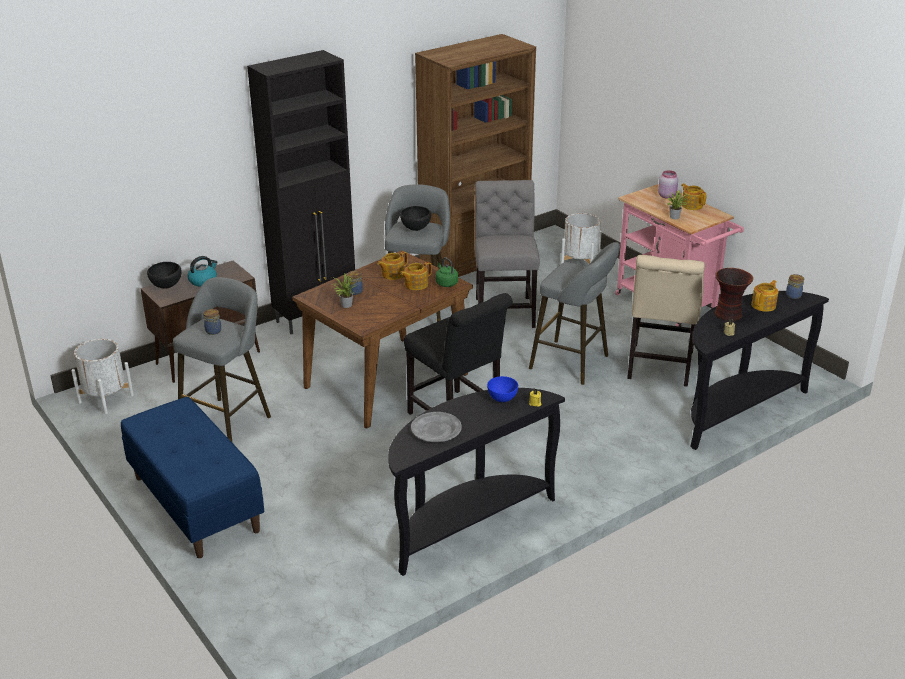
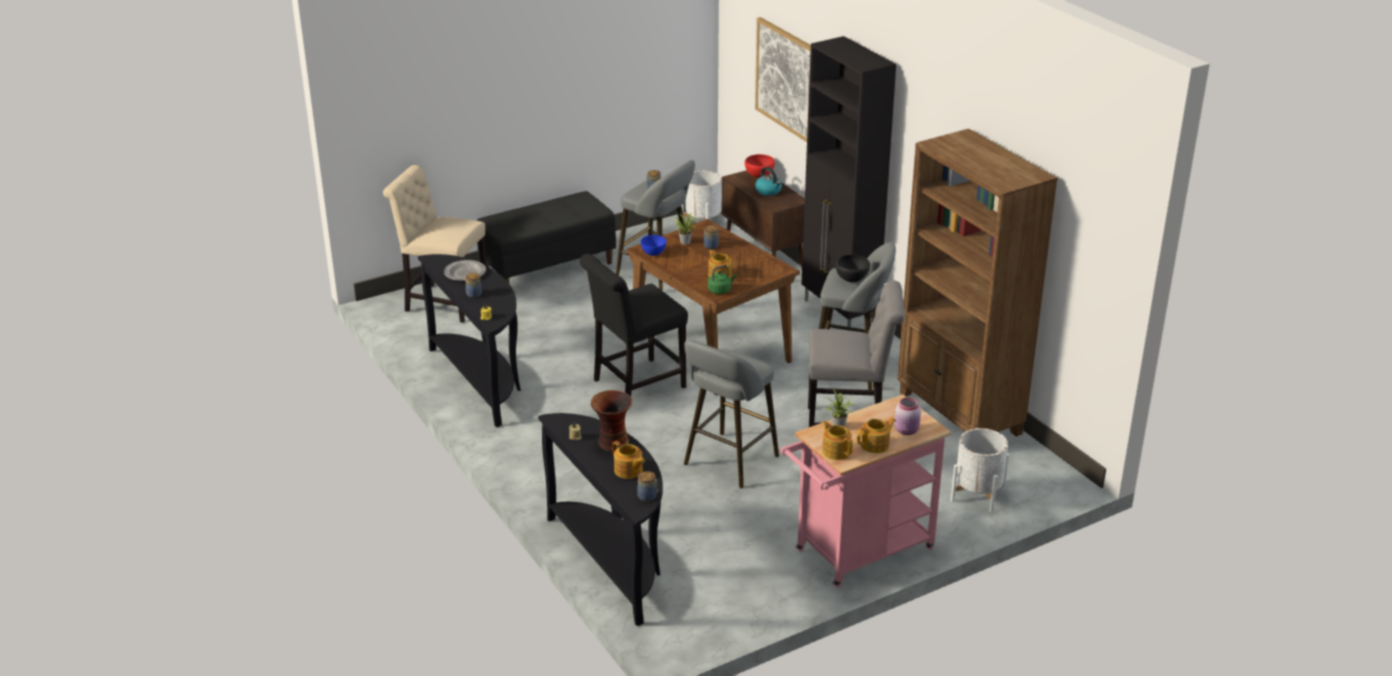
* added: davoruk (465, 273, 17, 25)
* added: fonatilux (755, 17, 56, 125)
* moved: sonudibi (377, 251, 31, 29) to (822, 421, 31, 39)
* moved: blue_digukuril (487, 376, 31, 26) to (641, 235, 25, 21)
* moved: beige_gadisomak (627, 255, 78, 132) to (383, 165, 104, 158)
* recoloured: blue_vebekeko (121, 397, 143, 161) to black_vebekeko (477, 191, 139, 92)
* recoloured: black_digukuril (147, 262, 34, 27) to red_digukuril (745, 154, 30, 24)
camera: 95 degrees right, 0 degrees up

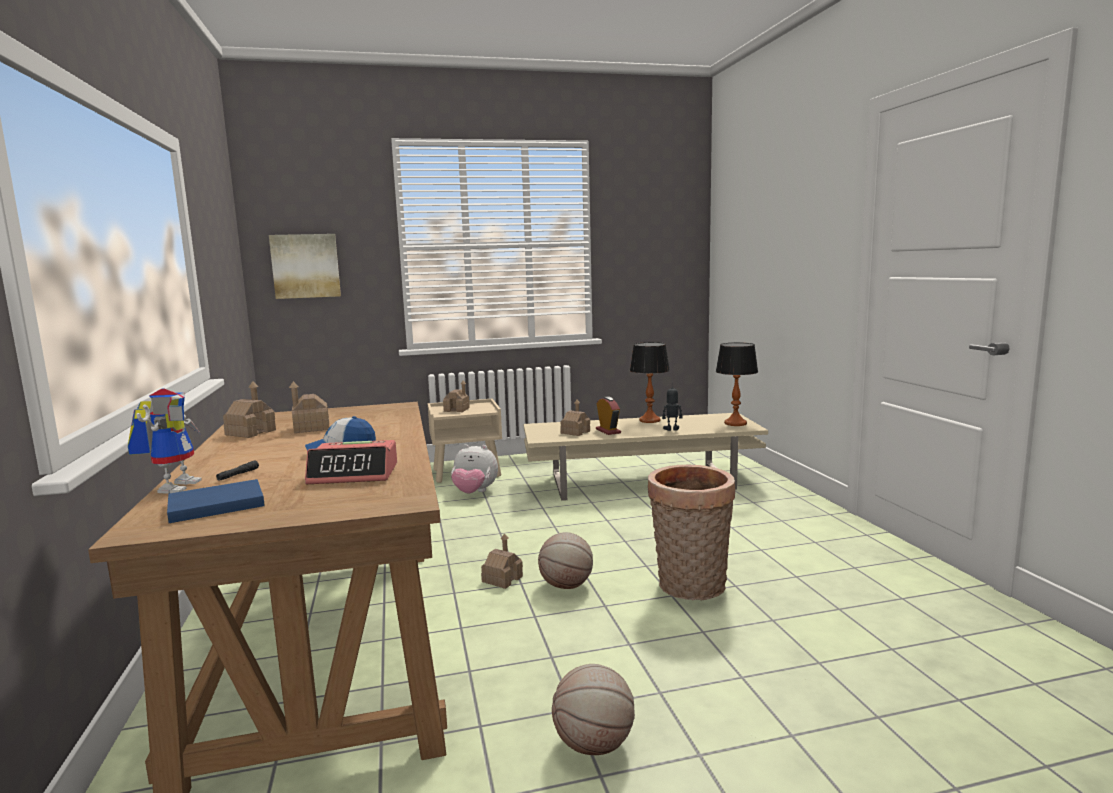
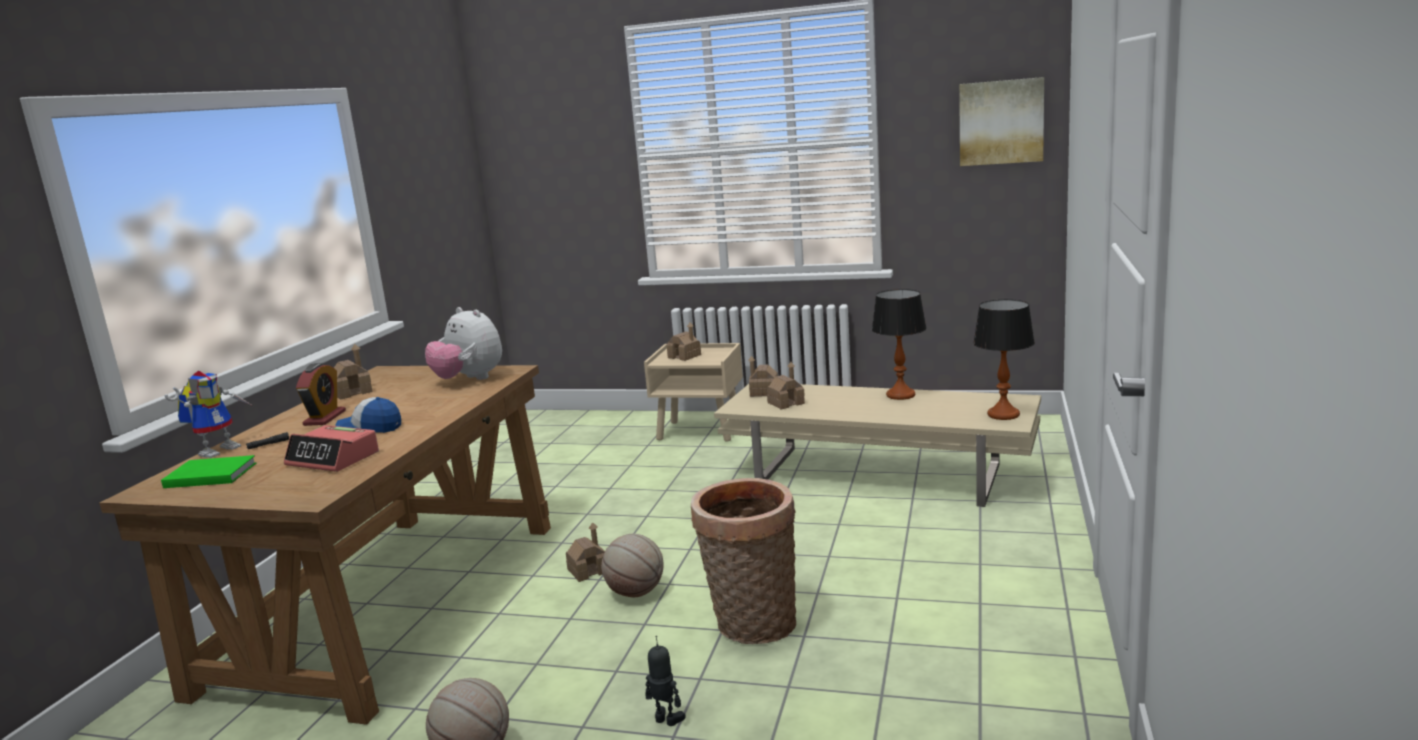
* moved: fonatilux (269, 234, 72, 65) to (959, 77, 85, 89)
* moved: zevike (289, 381, 40, 52) to (748, 356, 30, 41)
* moved: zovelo (451, 444, 47, 50) to (425, 307, 77, 73)
* moved: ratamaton (596, 397, 25, 38) to (296, 363, 50, 63)
* moved: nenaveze (662, 382, 21, 49) to (646, 636, 39, 90)
* recoloured: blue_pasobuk (167, 479, 98, 44) to green_pasobuk (161, 455, 95, 33)
camera: 30 degrees right, 5 degrees up

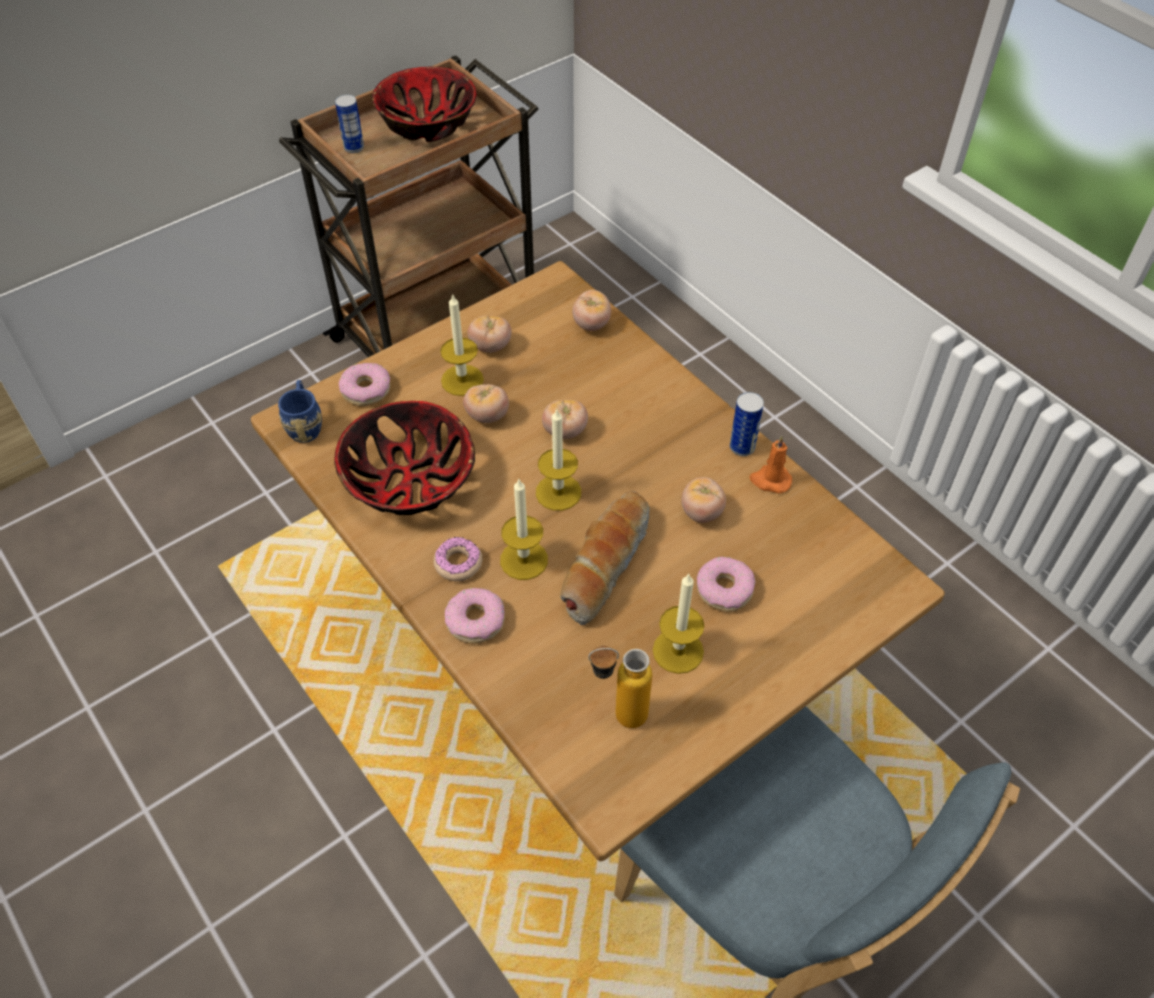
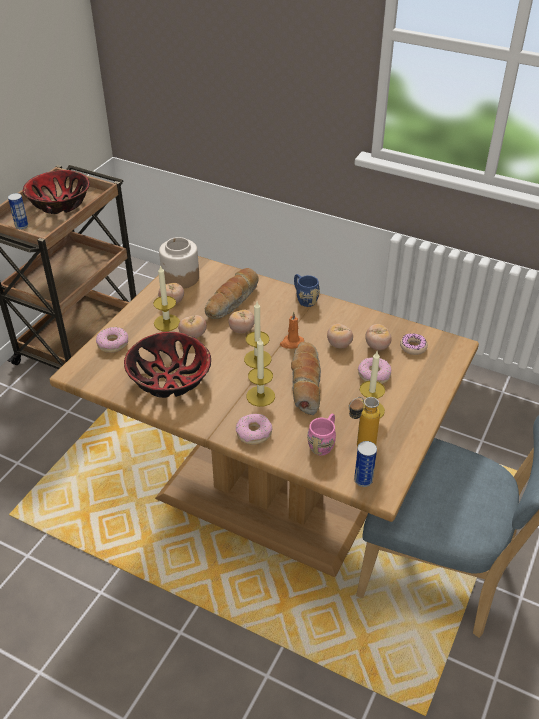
* added: davoruk (159, 237, 40, 52)
* added: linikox (205, 268, 54, 51)
* added: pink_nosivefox (307, 414, 29, 41)
* moved: blue_nosivefox (278, 380, 44, 63) to (294, 274, 26, 33)
* moved: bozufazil (434, 537, 48, 44) to (400, 333, 28, 22)
* moved: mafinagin (572, 290, 39, 41) to (365, 324, 27, 27)
* moved: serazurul (730, 392, 34, 64) to (354, 441, 23, 46)
* moved: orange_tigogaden (750, 436, 42, 58) to (280, 312, 24, 37)
camera: 25 degrees left, 10 degrees down

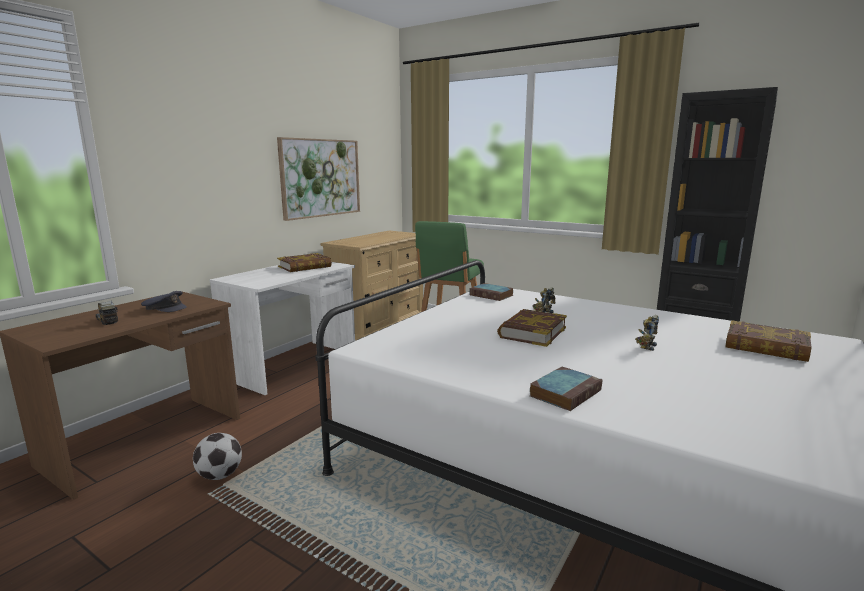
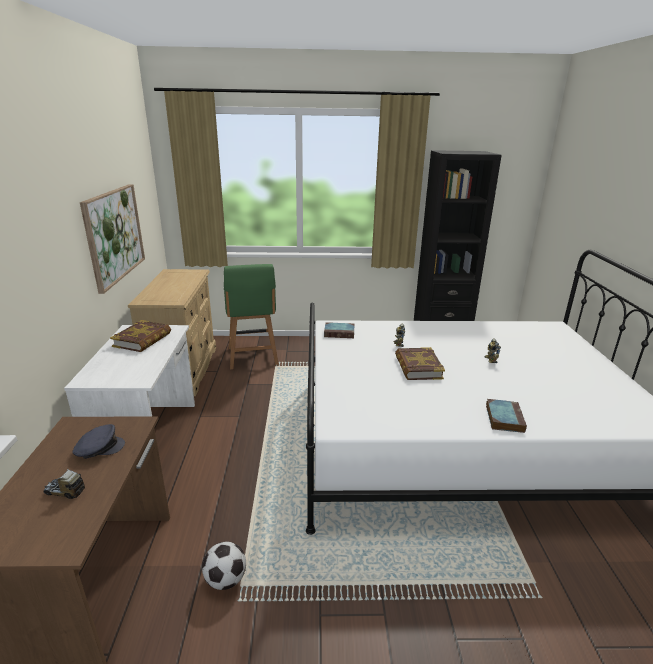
* removed: pasobuk (725, 320, 87, 42)
camera: 35 degrees left, 10 degrees up

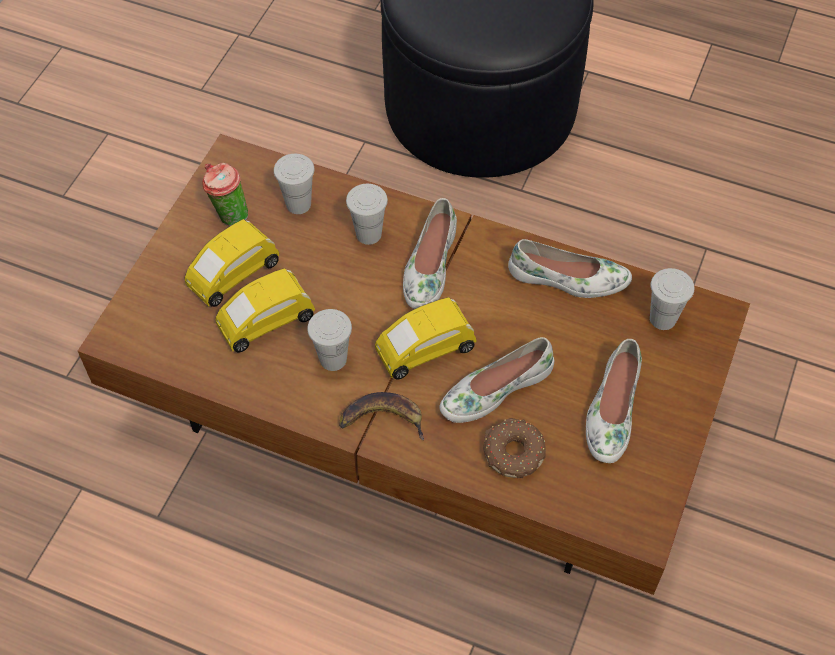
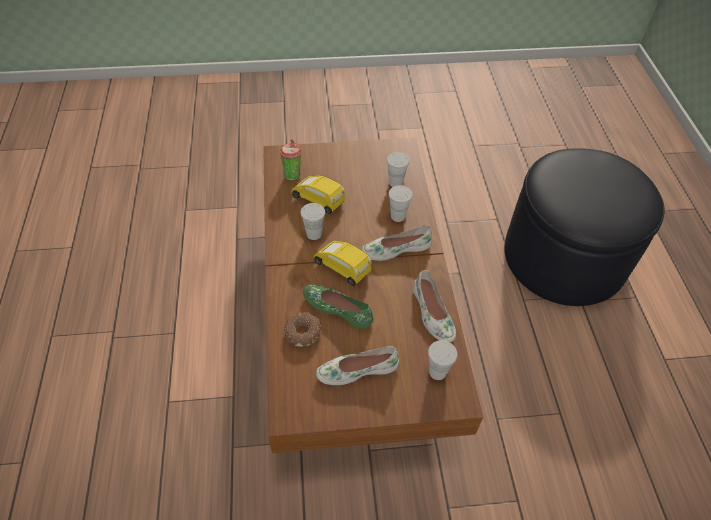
* removed: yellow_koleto (185, 219, 94, 88)
* removed: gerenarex (339, 392, 85, 48)
* moved: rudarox (202, 163, 46, 63) to (280, 140, 21, 40)
* recoloured: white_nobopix (439, 337, 115, 86) to green_nobopix (303, 285, 70, 44)
camera: 60 degrees right, 5 degrees down

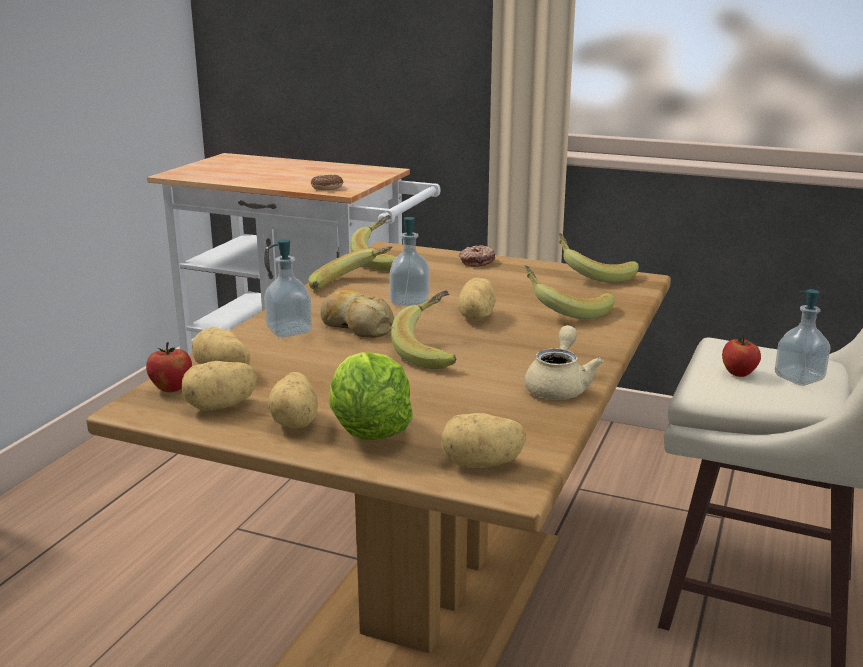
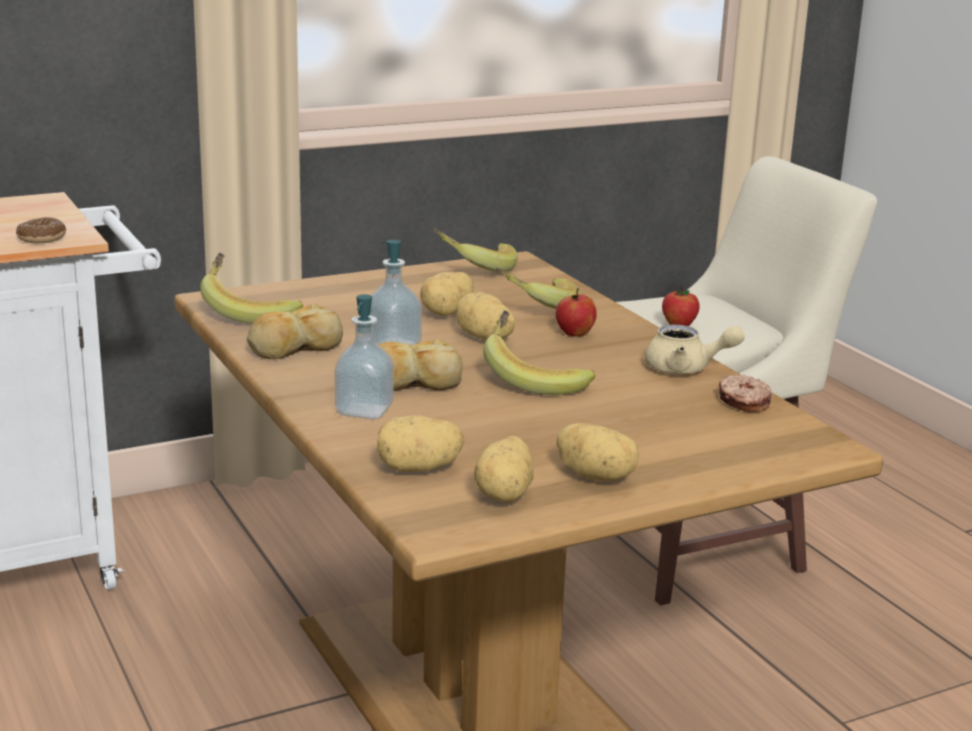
* removed: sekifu (329, 352, 84, 88)
* removed: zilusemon (775, 289, 56, 97)
* moved: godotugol (146, 342, 46, 50) to (556, 288, 40, 49)
* moved: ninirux (441, 413, 85, 55) to (420, 272, 54, 44)
* moved: bozufazil (459, 245, 36, 22) to (719, 375, 53, 37)
* replaced: gerenarex (308, 246, 84, 43) to linikox (246, 304, 97, 55)
* turned: beige_sonudibi (524, 325, 80, 74) = (645, 324, 100, 50) 135 degrees clockwise
camera: 50 degrees left, 0 degrees up

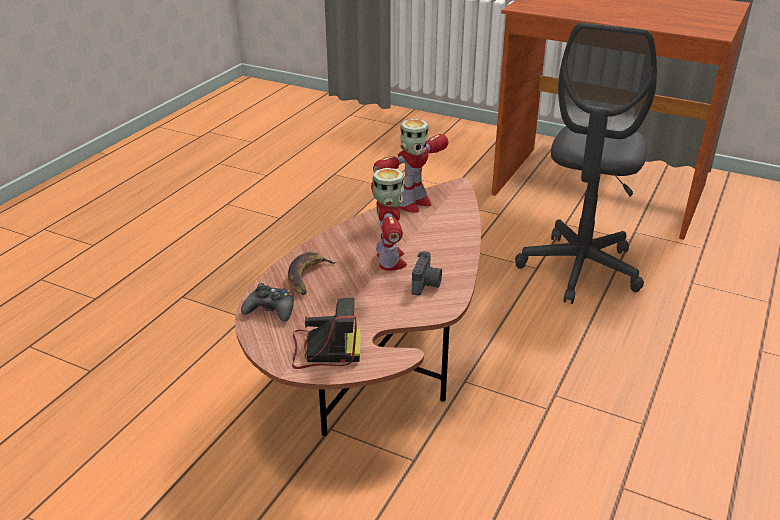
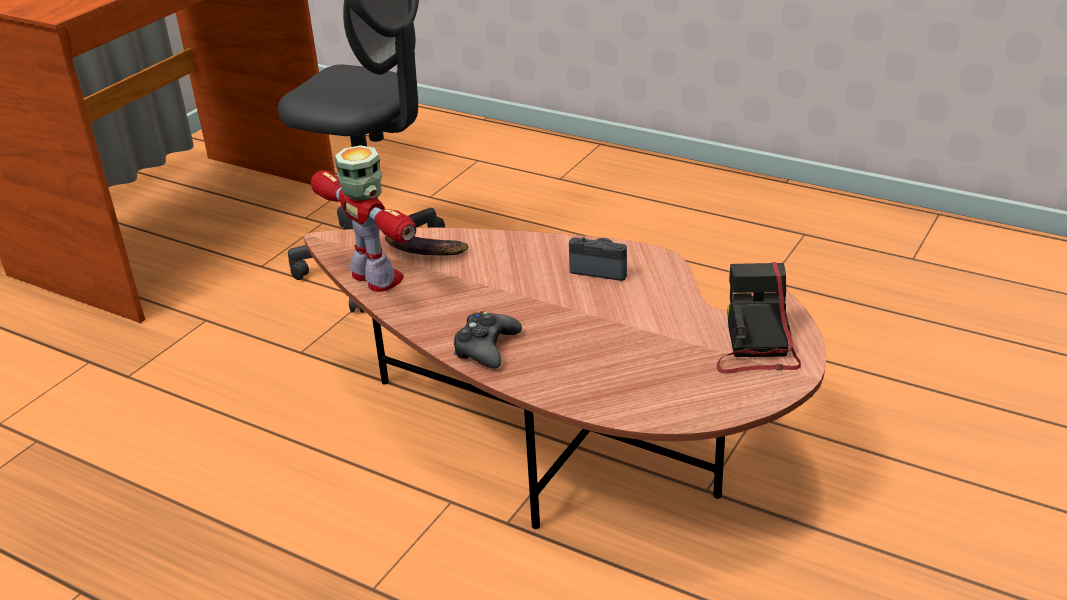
* removed: nenaveze (371, 168, 36, 103)
* moved: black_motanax (241, 283, 53, 39) to (454, 311, 68, 58)
* moved: gerenarex (288, 252, 48, 43) to (385, 235, 84, 20)
camera: 85 degrees left, 0 degrees up

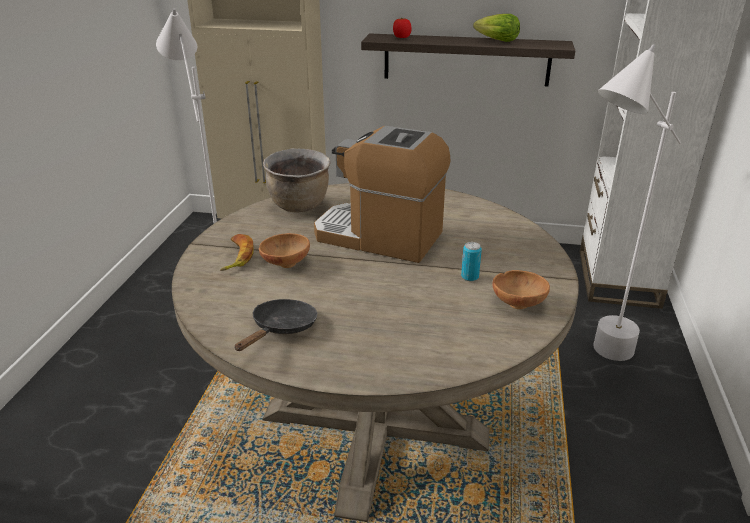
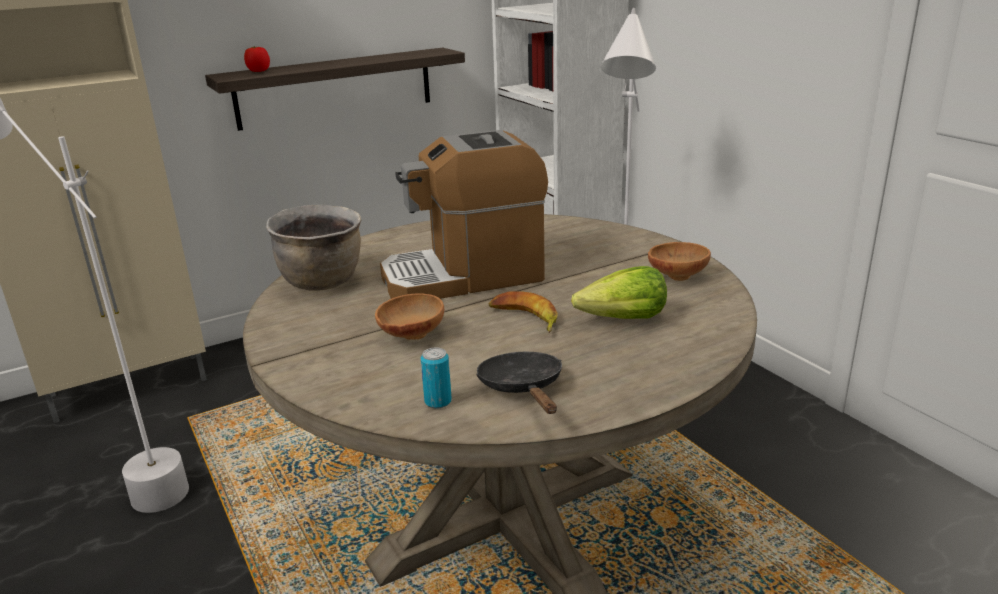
* moved: gerenarex (220, 234, 34, 37) to (488, 291, 70, 42)
* moved: serazurul (461, 242, 21, 39) to (421, 347, 31, 62)
* moved: sekifu (473, 14, 47, 28) to (571, 266, 96, 53)
camera: 40 degrees left, 5 degrees down

